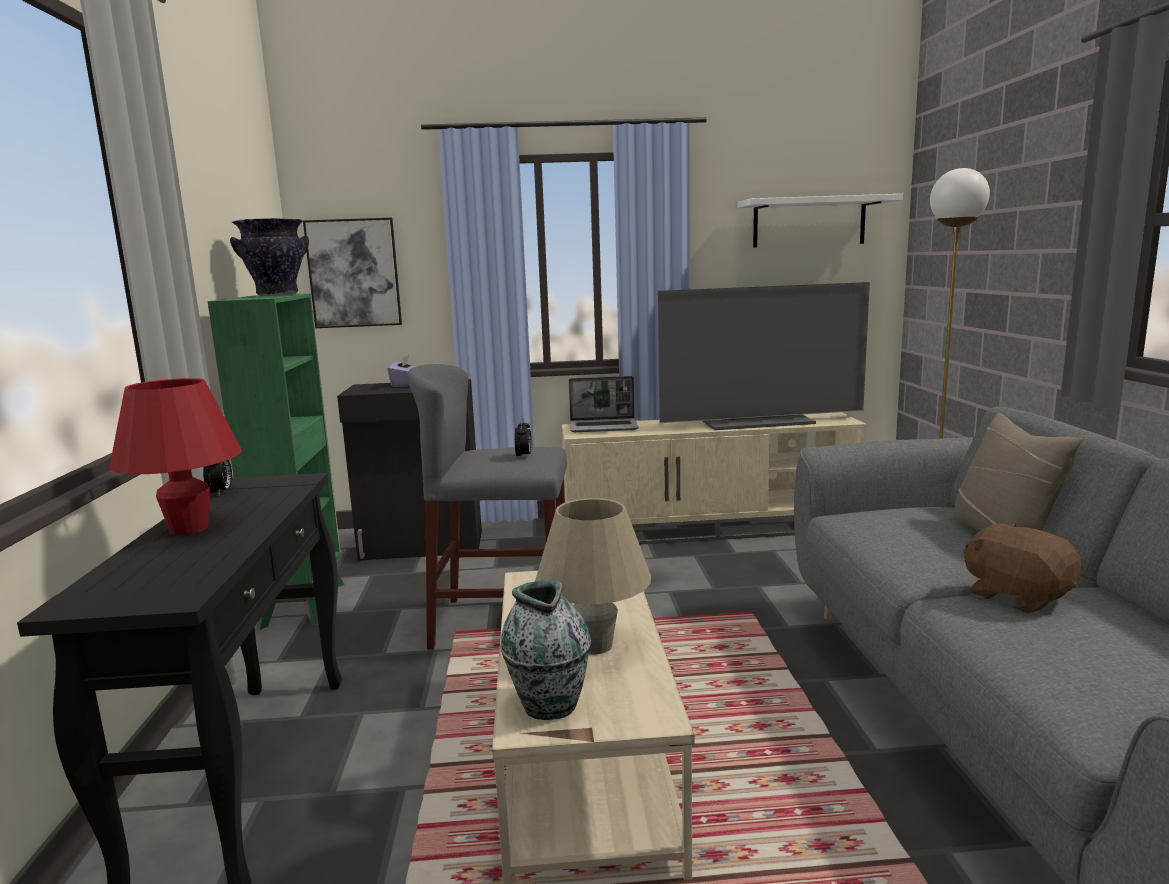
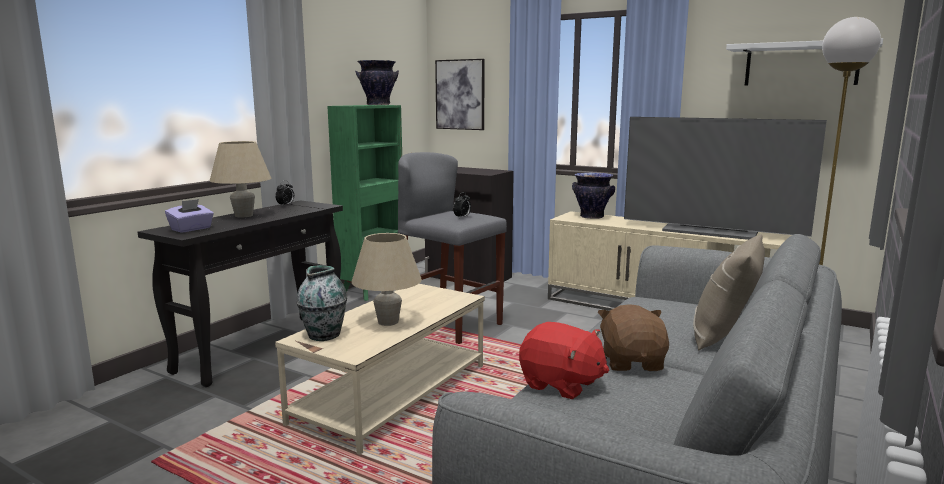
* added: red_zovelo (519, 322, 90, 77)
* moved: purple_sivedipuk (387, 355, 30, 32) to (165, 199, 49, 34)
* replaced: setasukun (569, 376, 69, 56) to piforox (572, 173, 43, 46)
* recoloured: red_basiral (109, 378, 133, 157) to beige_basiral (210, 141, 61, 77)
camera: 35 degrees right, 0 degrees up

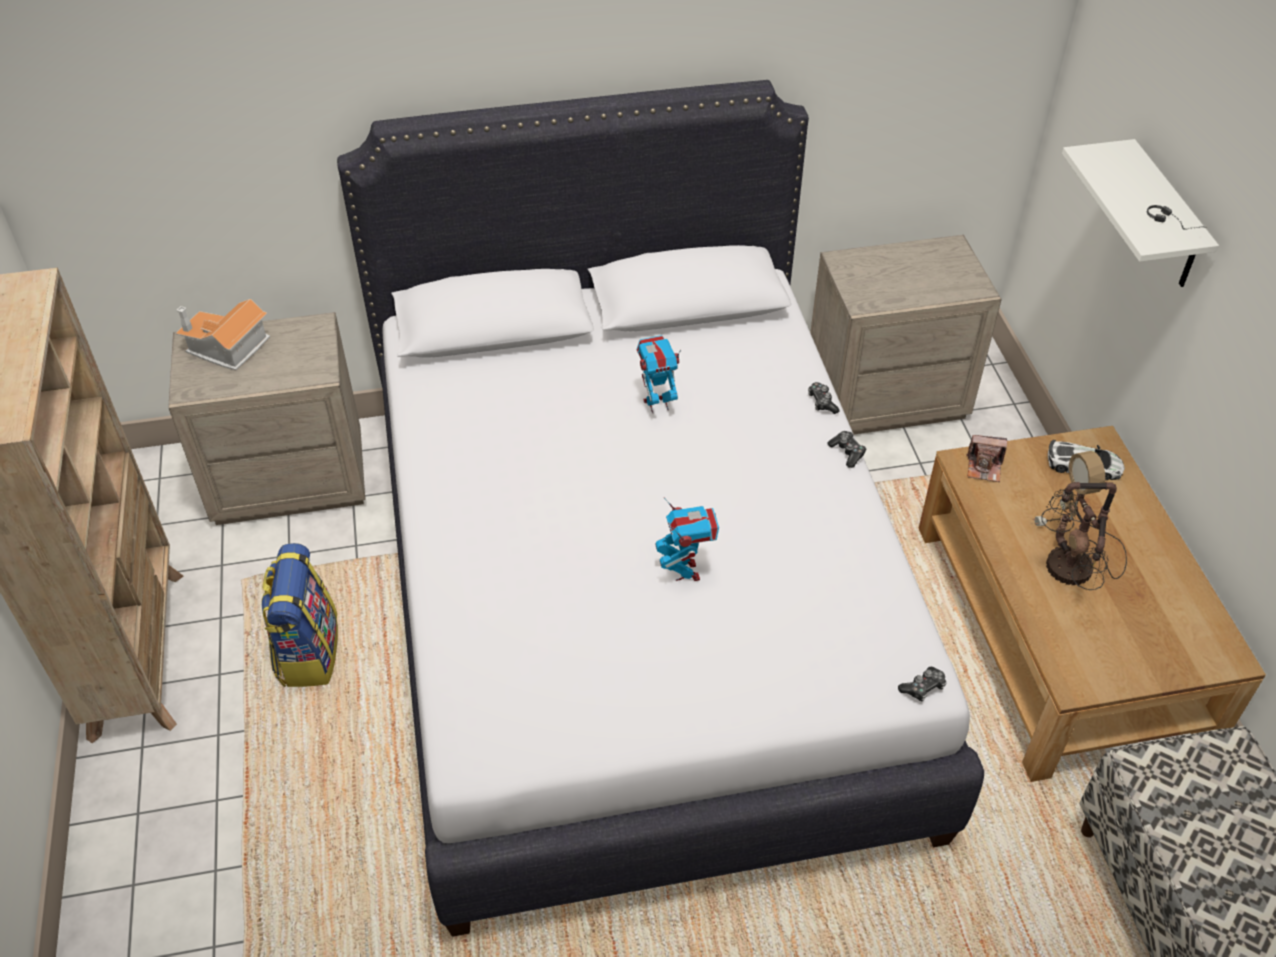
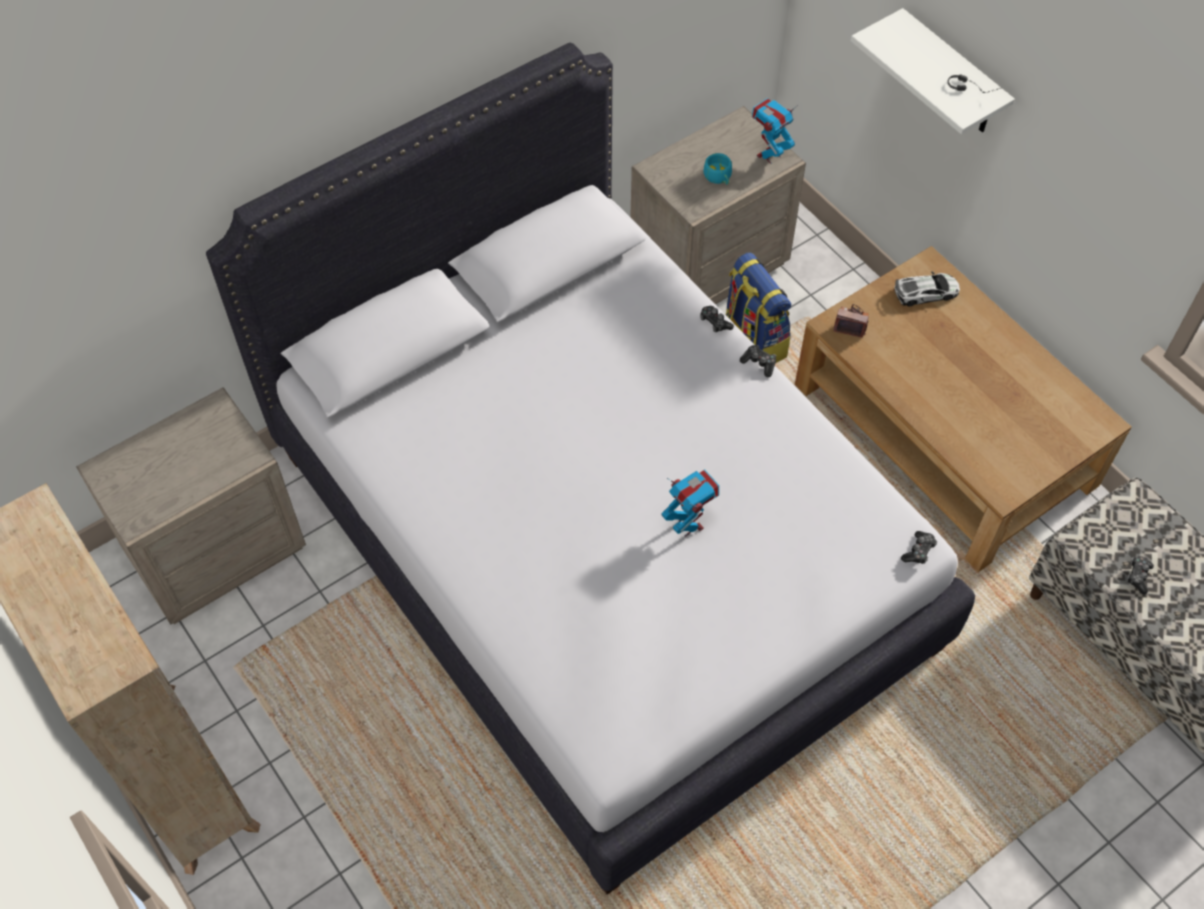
* removed: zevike (175, 299, 95, 72)
* removed: basiral (1032, 451, 95, 139)
* added: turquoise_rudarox (703, 153, 29, 32)
* added: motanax (1127, 556, 27, 38)
* moved: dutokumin (261, 543, 77, 144) to (725, 252, 66, 111)
* moved: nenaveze (636, 335, 45, 78) to (752, 98, 46, 66)
* turned: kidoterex (966, 435, 41, 47) = (833, 304, 36, 34) 150 degrees counterclockwise
camera: 25 degrees left, 10 degrees up

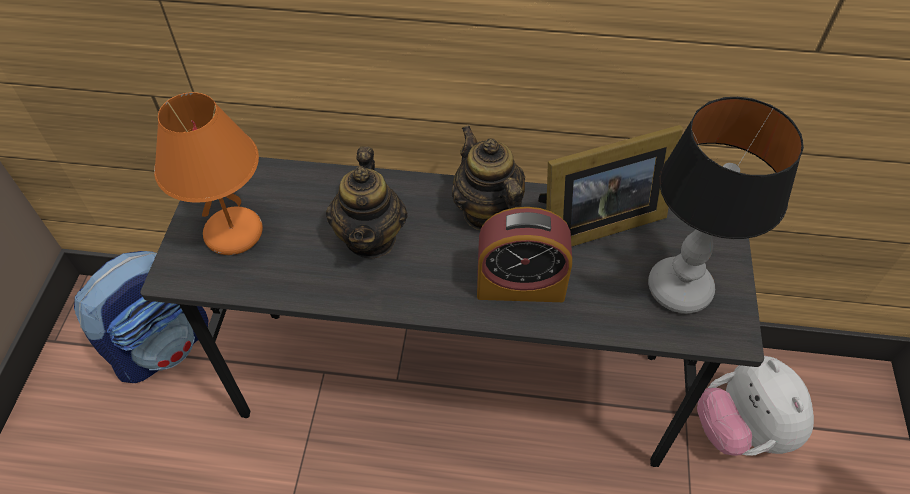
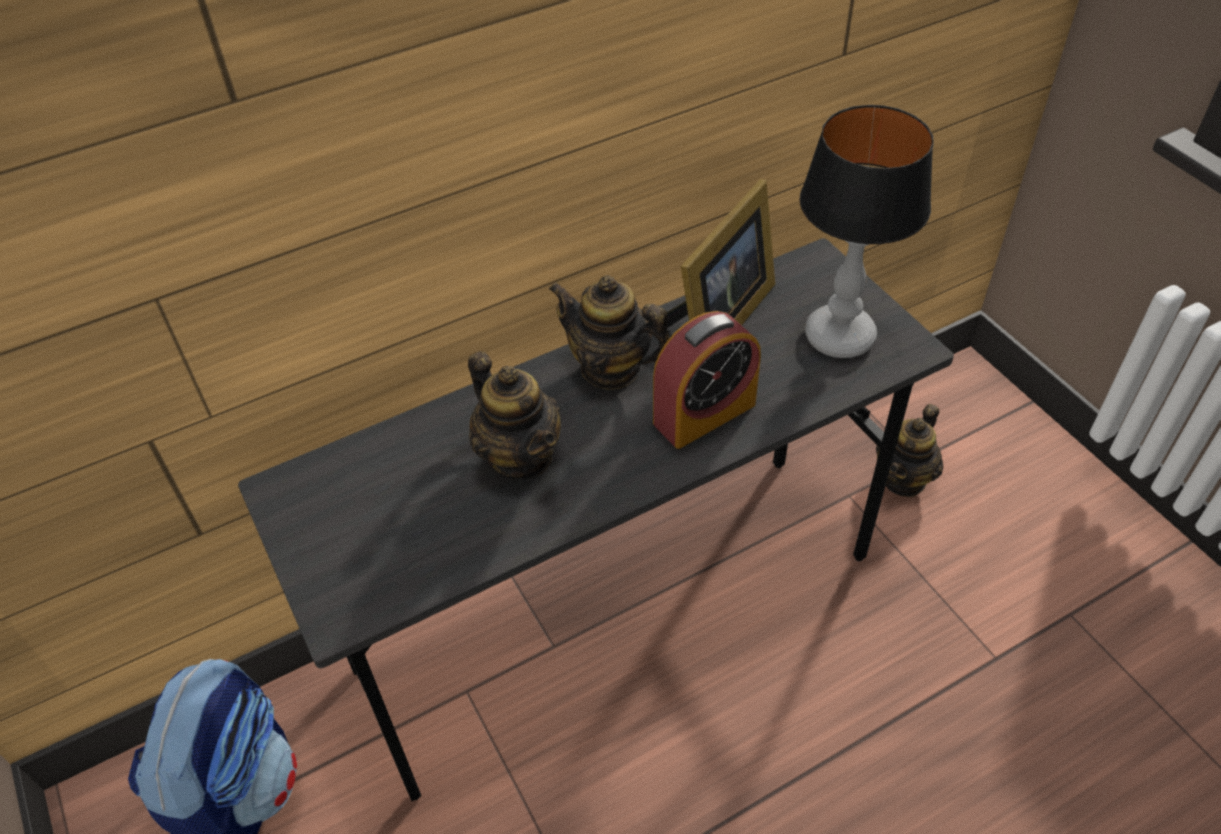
* removed: orange_basiral (154, 92, 109, 163)
* replaced: zovelo (697, 356, 117, 100) to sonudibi (876, 404, 67, 93)
camera: 35 degrees left, 5 degrees down

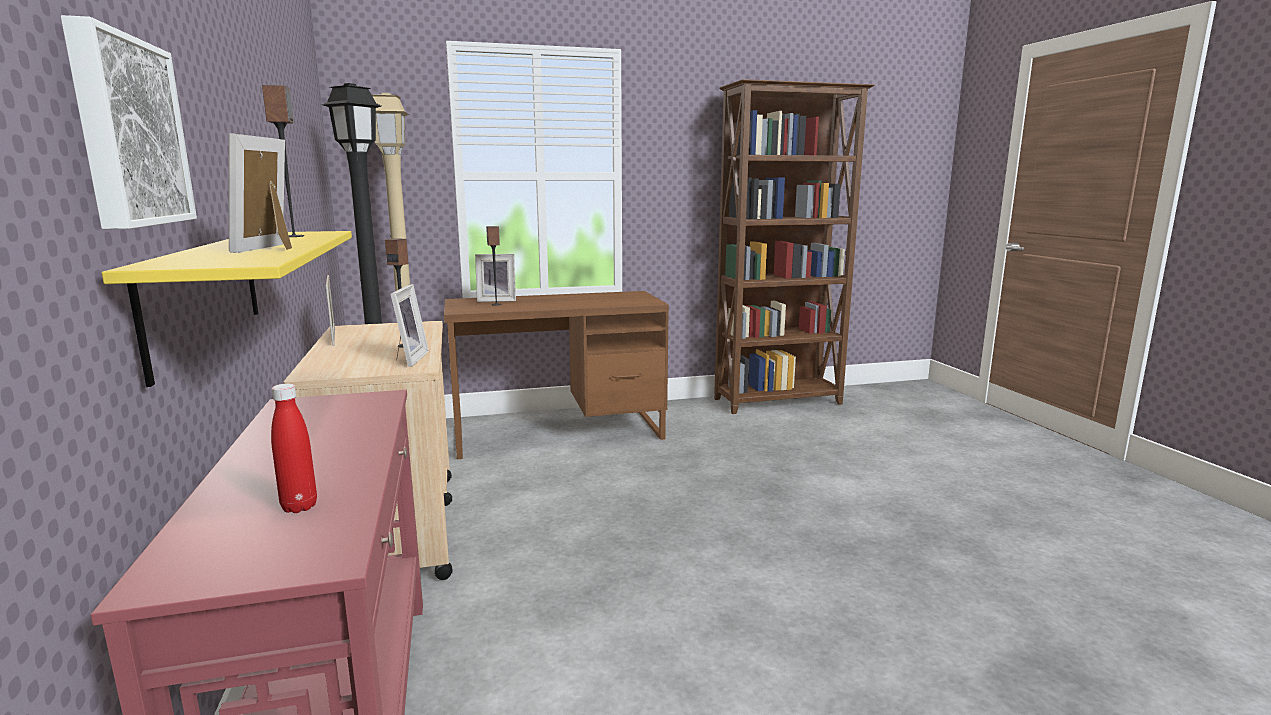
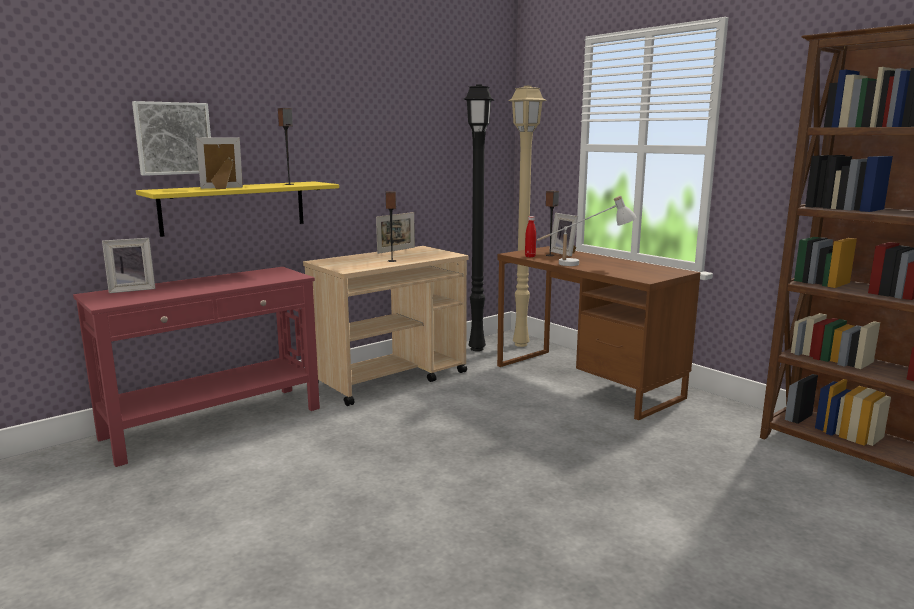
* added: white_basiral (537, 196, 100, 70)
* moved: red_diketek (271, 383, 46, 130) to (525, 216, 11, 41)
* moved: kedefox (391, 284, 38, 83) to (102, 238, 54, 55)
camera: 65 degrees right, 0 degrees up

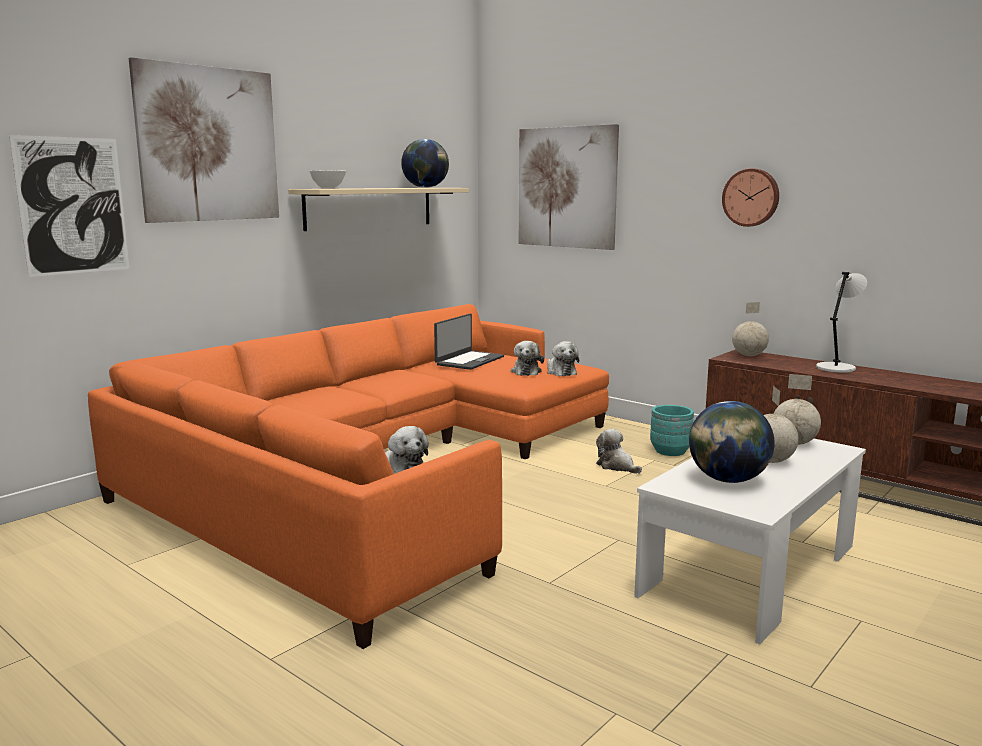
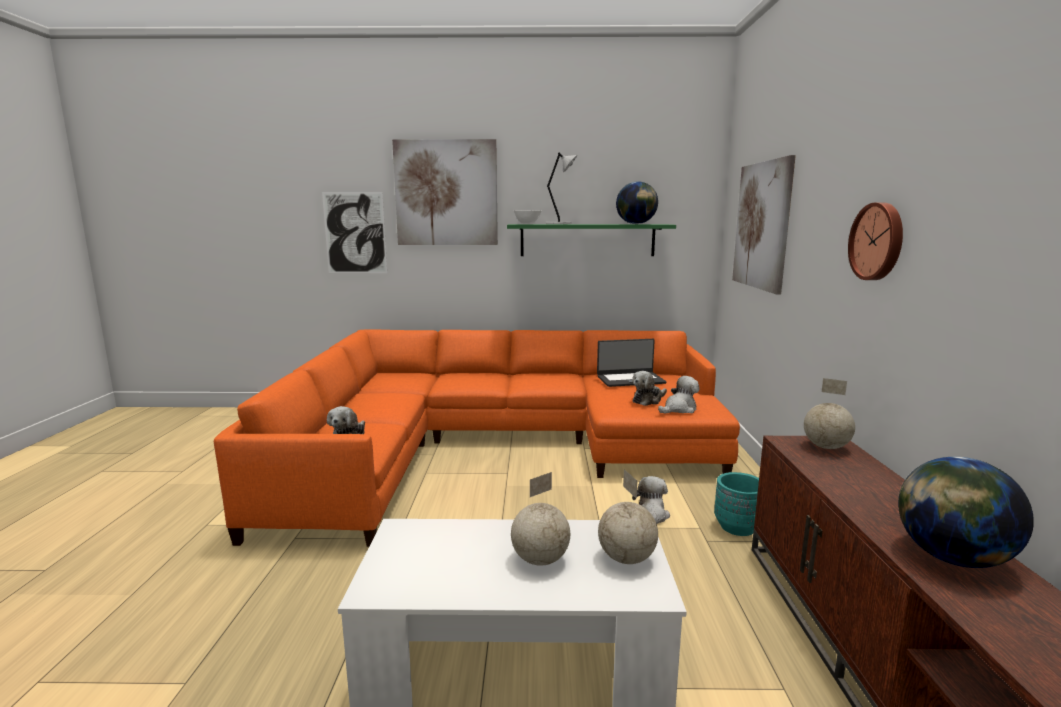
* moved: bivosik (689, 401, 85, 82) to (898, 457, 136, 111)
* moved: grey_basiral (816, 272, 51, 101) to (546, 153, 31, 71)
* recoloured: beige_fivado (288, 188, 181, 43) to green_fivado (507, 224, 169, 32)
* turned: zovelo (547, 341, 32, 35) = (658, 376, 42, 37) 150 degrees counterclockwise
camera: 50 degrees right, 0 degrees up

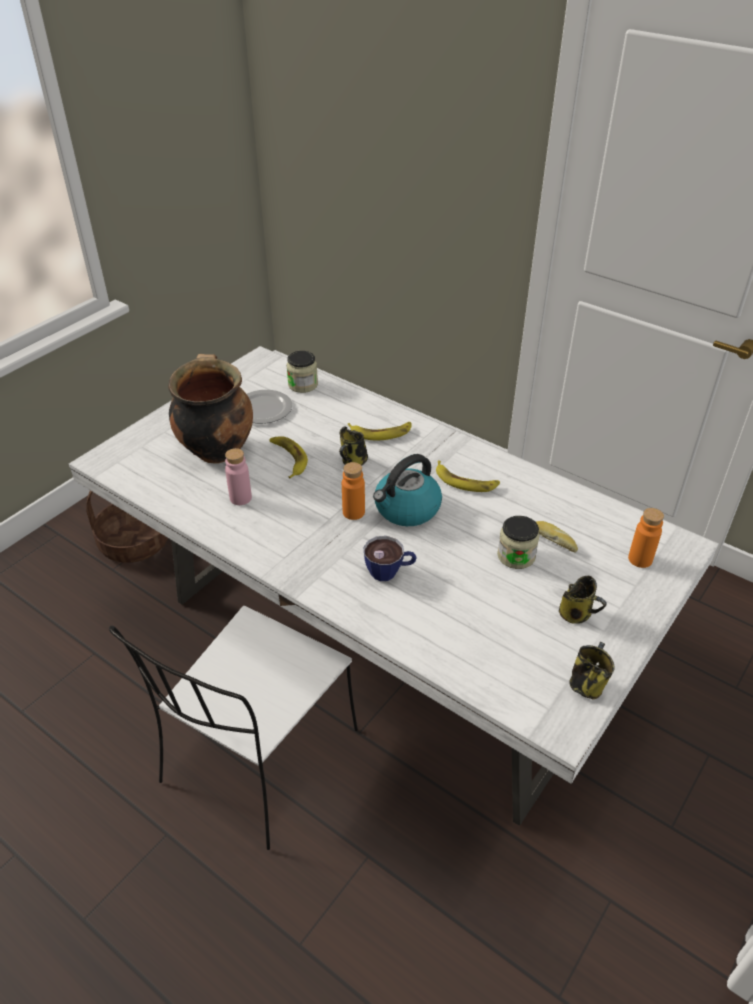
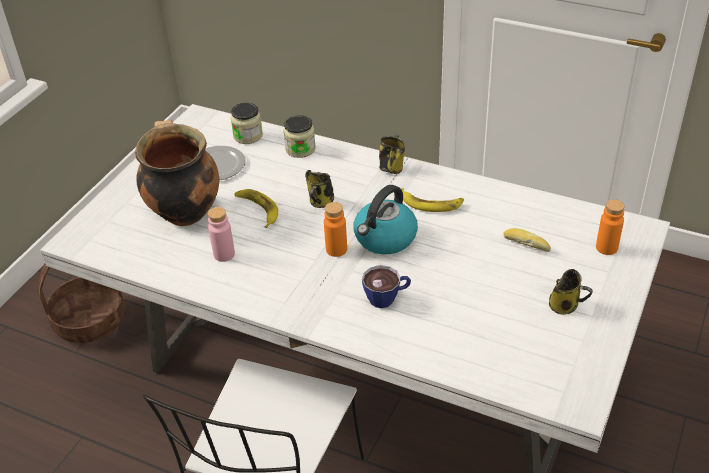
* removed: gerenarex (347, 422, 65, 18)
* moved: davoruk (497, 516, 42, 53) to (283, 115, 33, 43)
* moved: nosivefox (569, 642, 45, 58) to (379, 135, 26, 39)
camera: 10 degrees left, 0 degrees up

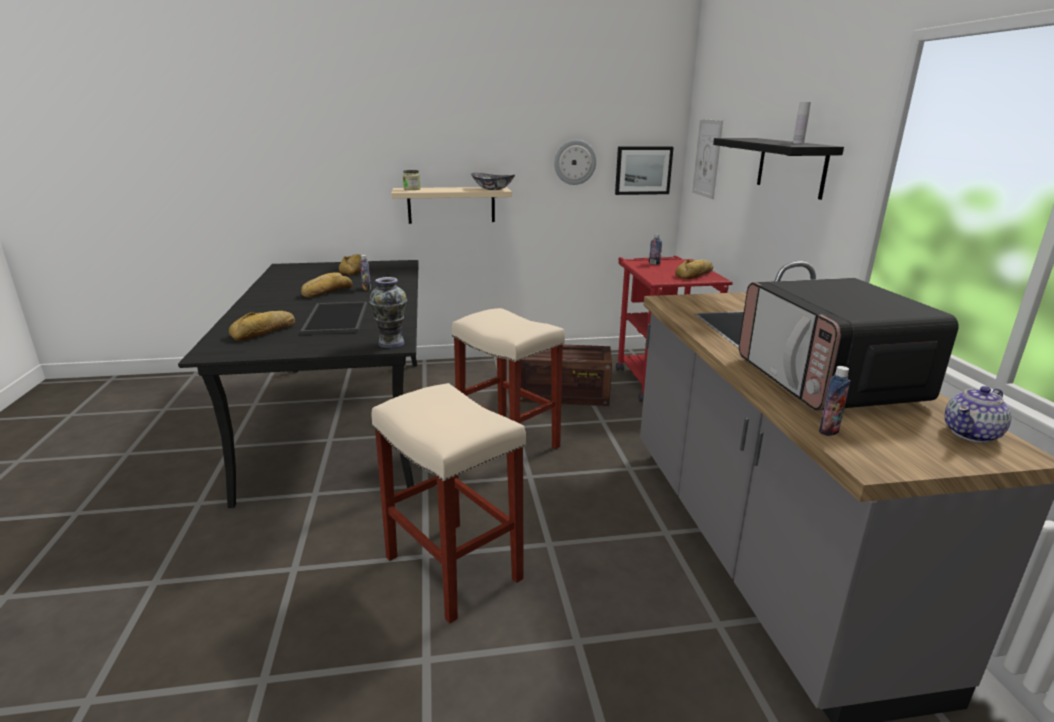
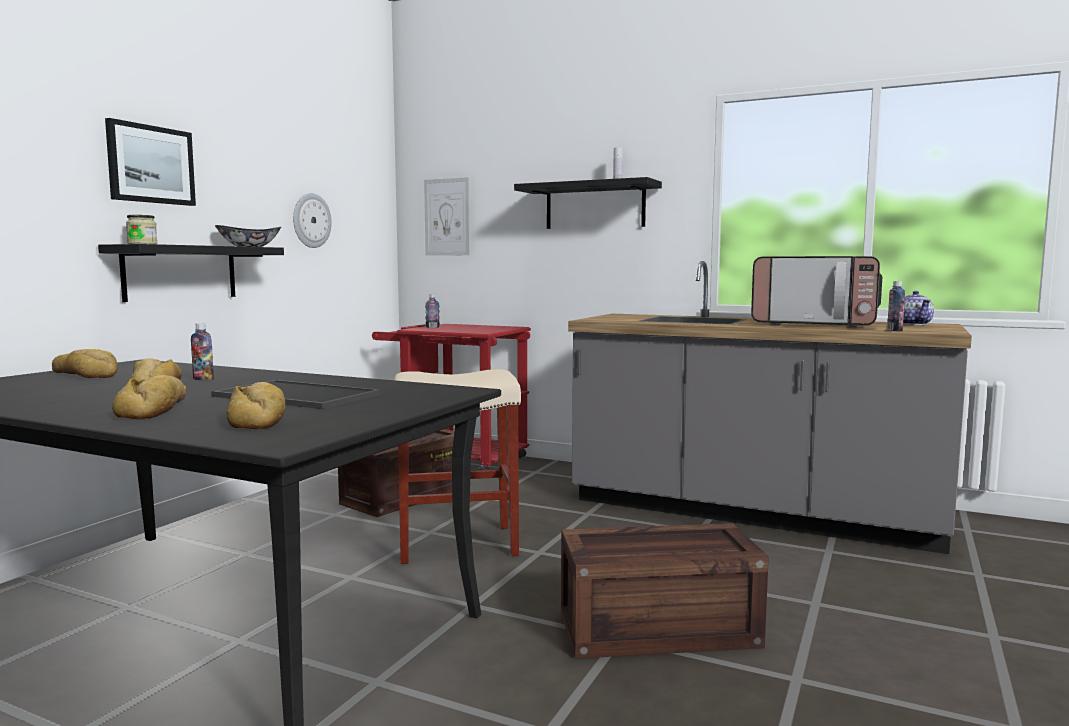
* removed: piforox (369, 277, 38, 71)
* moved: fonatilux (615, 147, 59, 48) to (105, 118, 91, 88)
* moved: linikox (675, 259, 38, 20) to (112, 375, 74, 45)
* replaced: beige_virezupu (371, 383, 155, 241) to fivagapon (561, 523, 208, 136)
* recoloured: beige_fivado (391, 187, 121, 37) to black_fivado (98, 244, 186, 58)
camera: 55 degrees left, 15 degrees down

